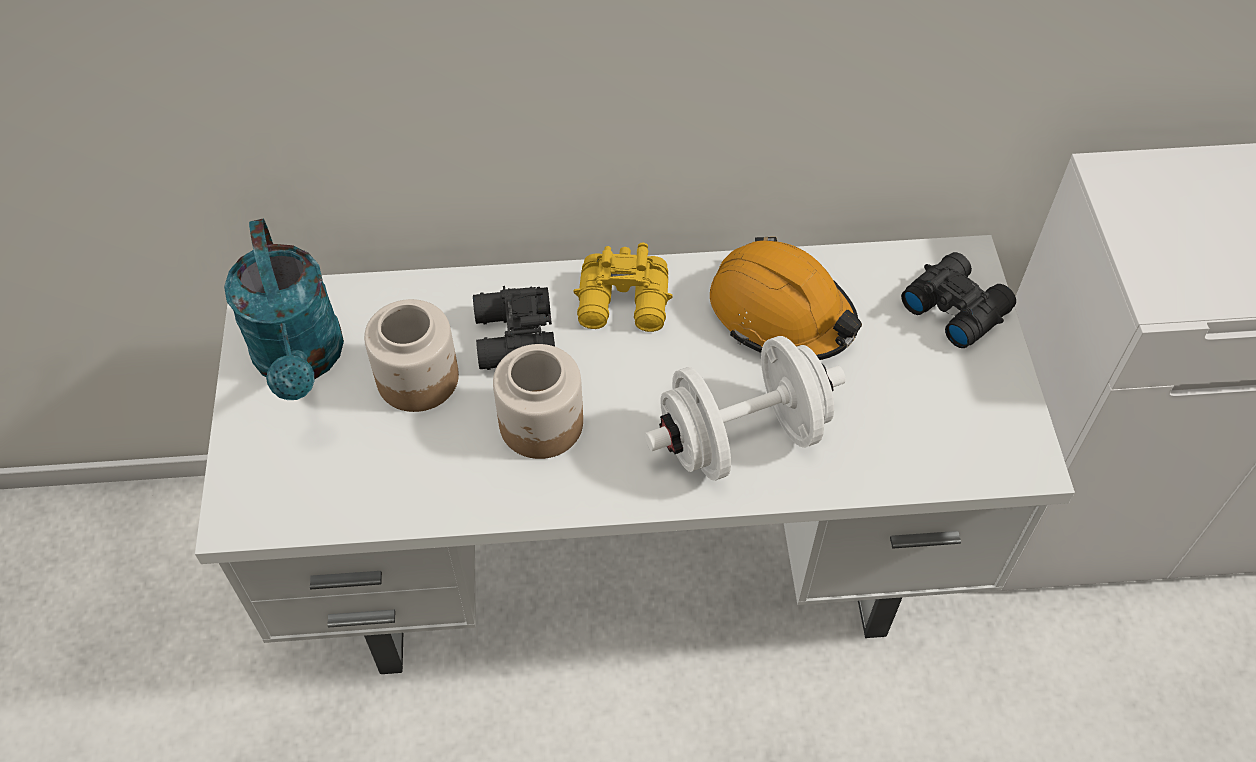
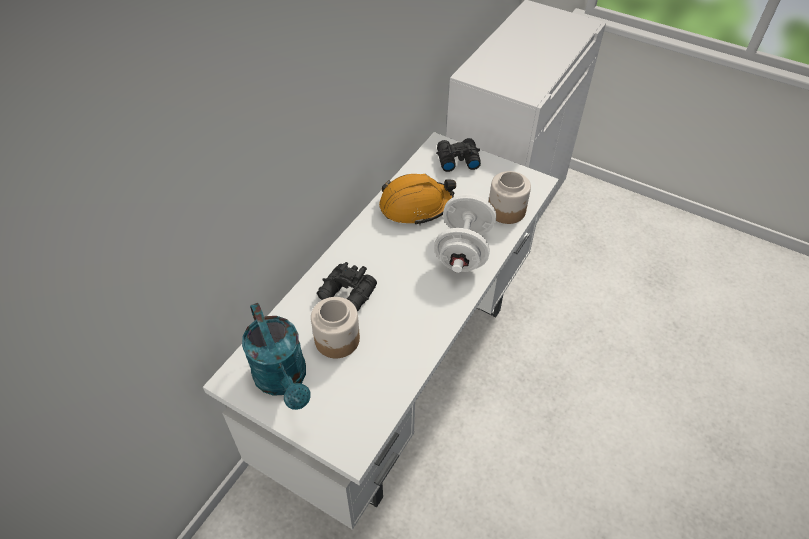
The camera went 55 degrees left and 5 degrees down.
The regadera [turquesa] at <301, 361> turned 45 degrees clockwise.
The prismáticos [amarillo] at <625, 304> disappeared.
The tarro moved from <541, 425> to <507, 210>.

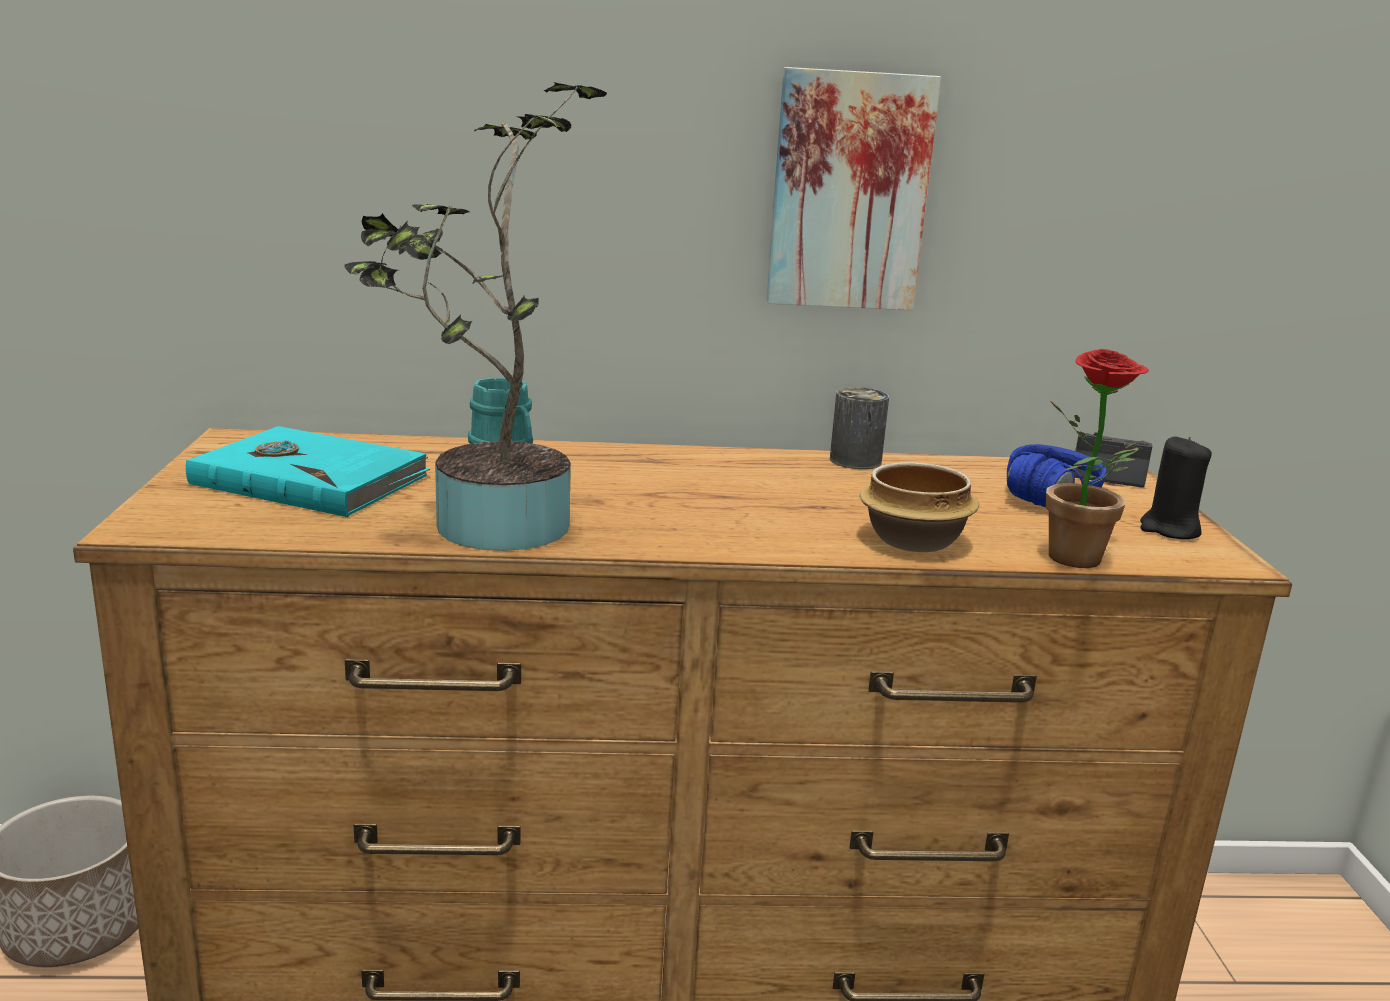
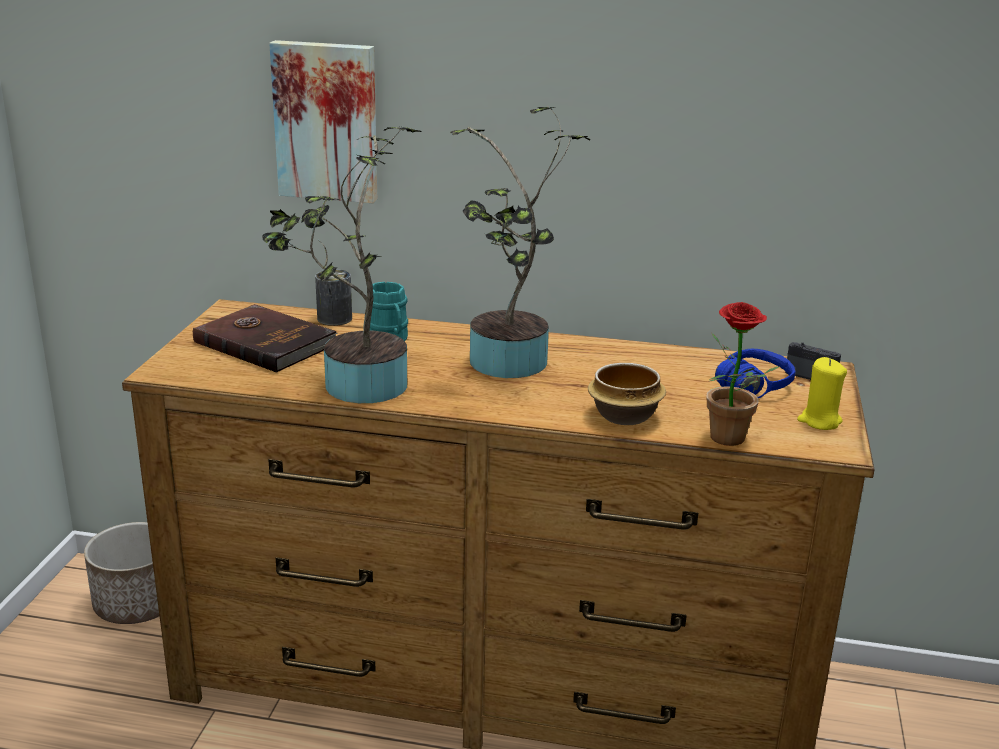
The camera went 15 degrees right and 5 degrees up.
The cuadro moved from <848, 191> to <327, 121>.
The lata moved from <855, 460> to <334, 318>.
The libro [turquesa] at <311, 478> became the libro [marrón] at <266, 342>.
The vela [negro] at <1169, 529> became the vela [amarillo] at <819, 421>.
The planta en maceta at <507, 365> appeared.

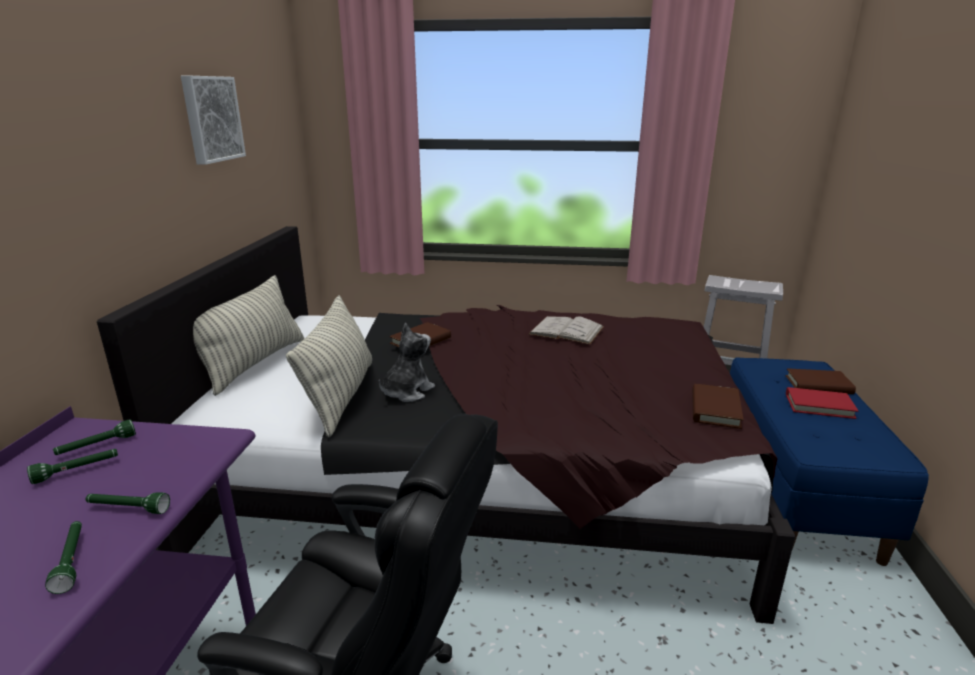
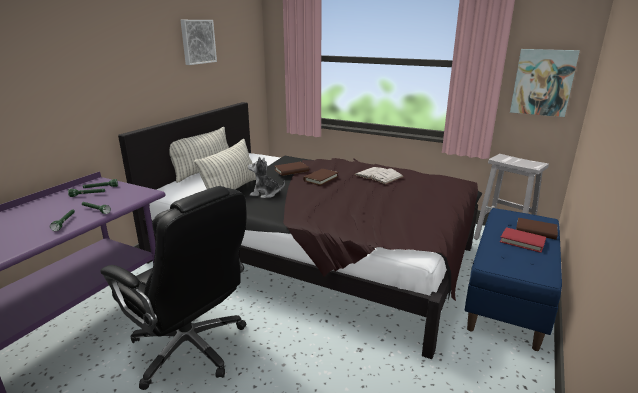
The camera went 20 degrees right and 0 degrees up.
The peluche at <407, 392> turned 135 degrees counterclockwise.
The libro [marrón] moved from <715, 409> to <321, 179>.
The cuadro at <542, 82> appeared.

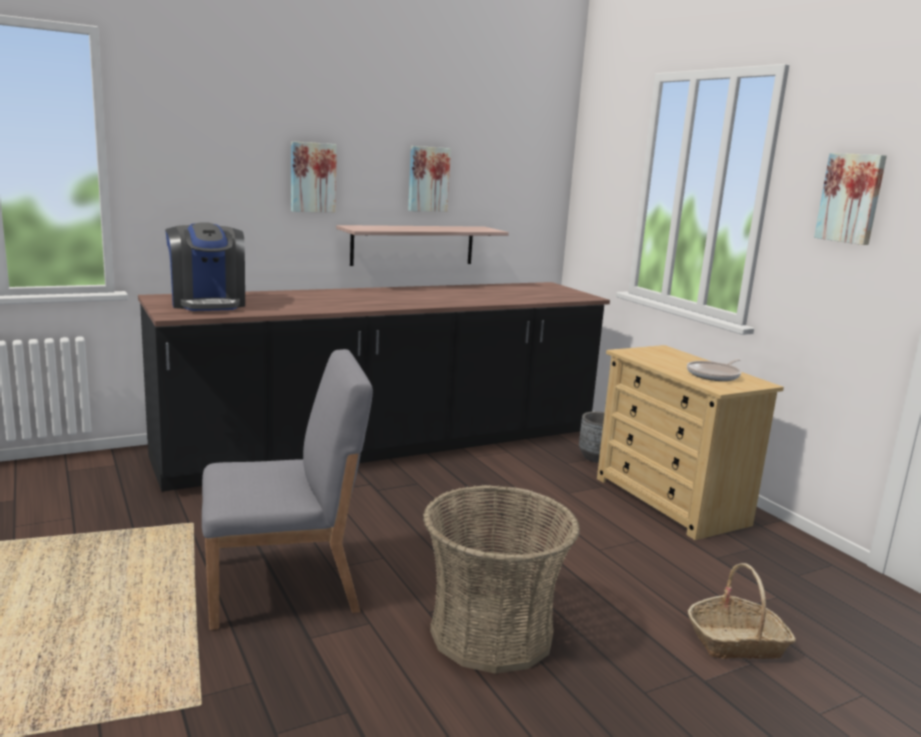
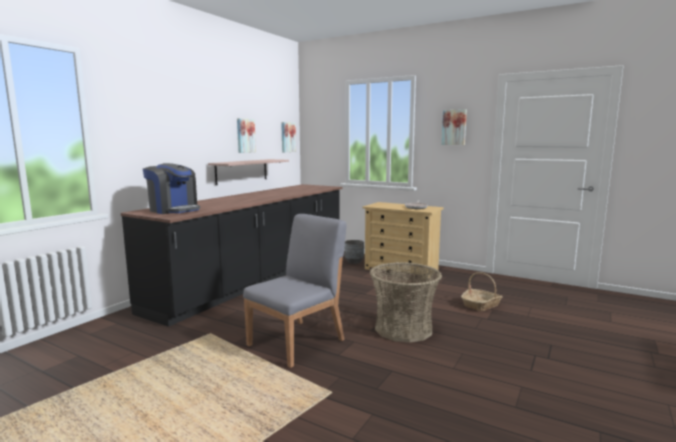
The camera went 30 degrees left and 5 degrees down.
The cuadro moved from <312, 177> to <287, 137>.

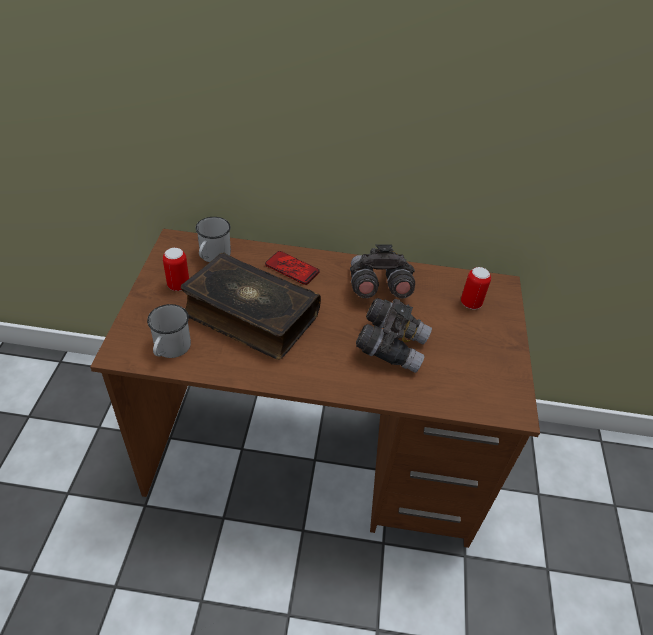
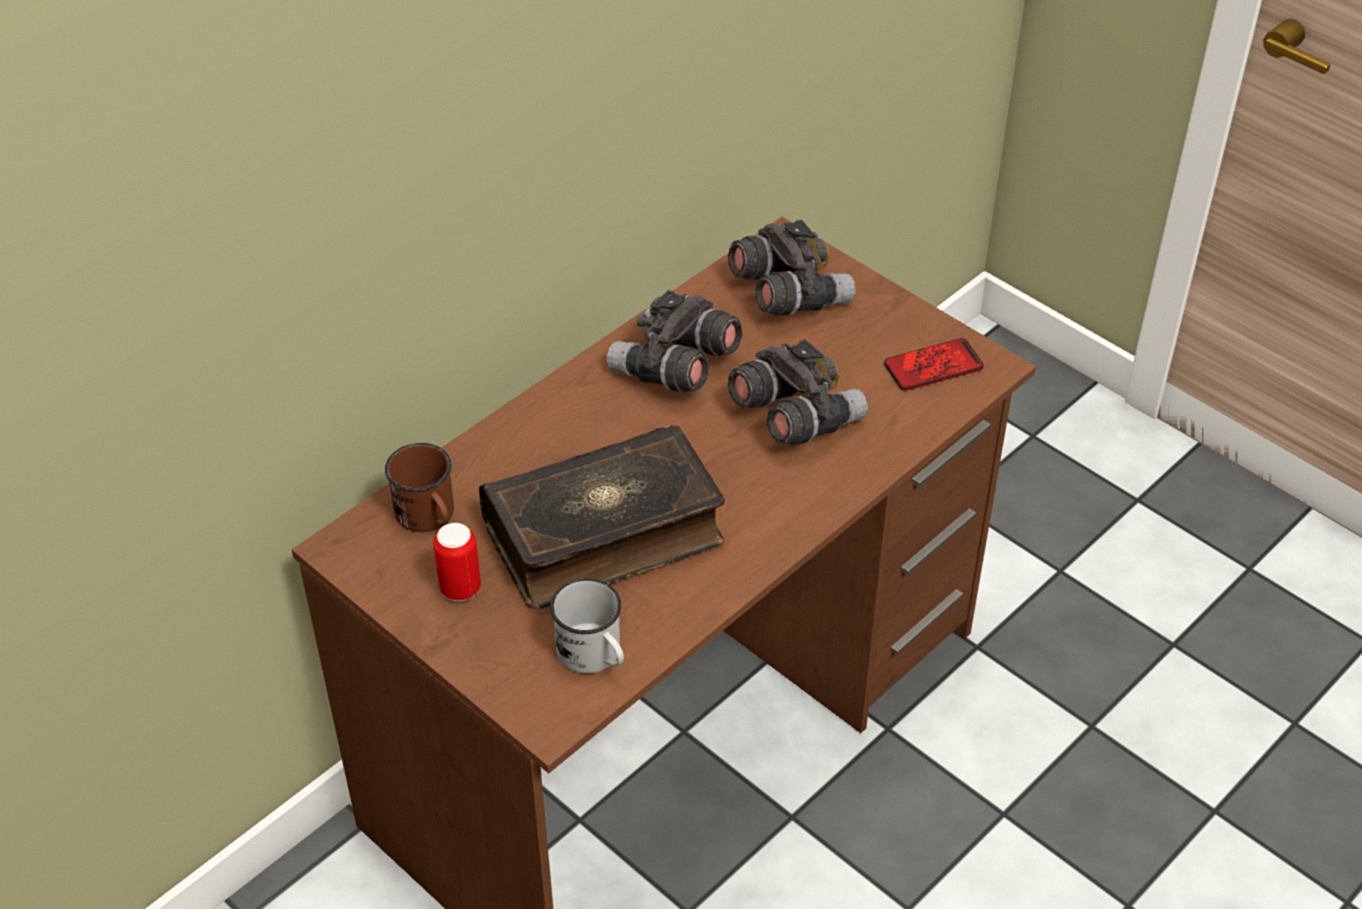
The camera went 50 degrees left and 0 degrees up.
The taza grande [blanco] at <212, 256> became the taza grande [marrón] at <429, 517>.
The móvil moved from <292, 268> to <933, 366>.
The lata at <470, 303> was replaced by the prismáticos [gris] at <788, 294>.

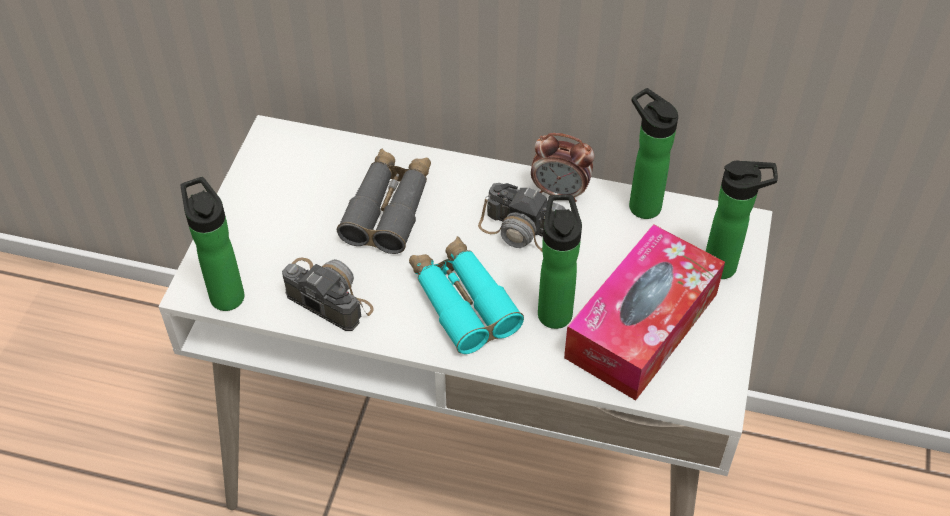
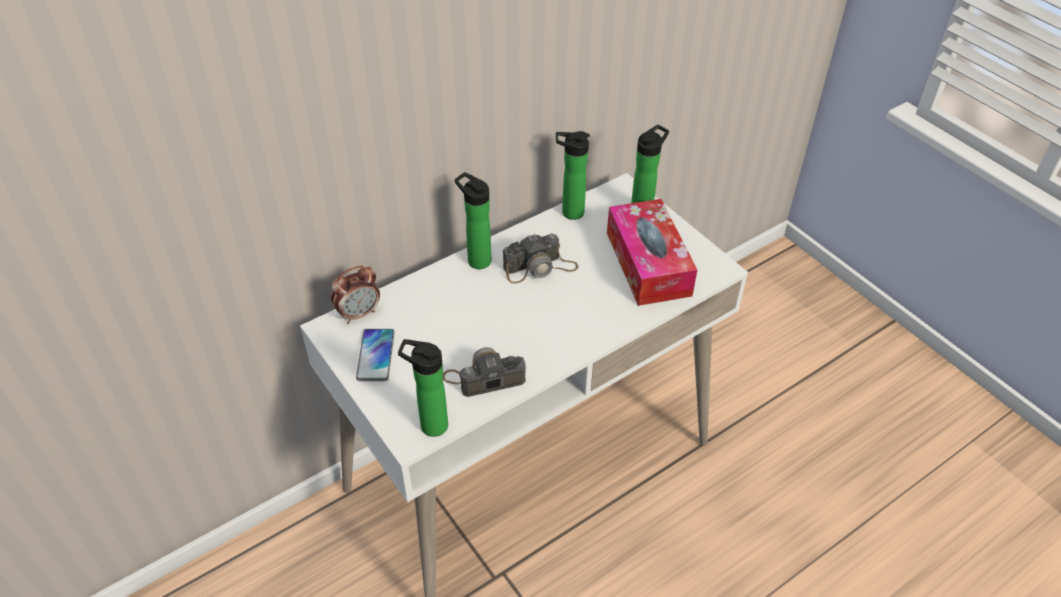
The camera went 50 degrees left and 5 degrees down.
The despertador moved from <560, 192> to <359, 313>.
The prismáticos [gris] at <389, 208> disappeared.
The botella moved from <554, 310> to <476, 259>.
The prismáticos [turquesa] at <462, 302> disappeared.
The móvil at <376, 355> appeared.

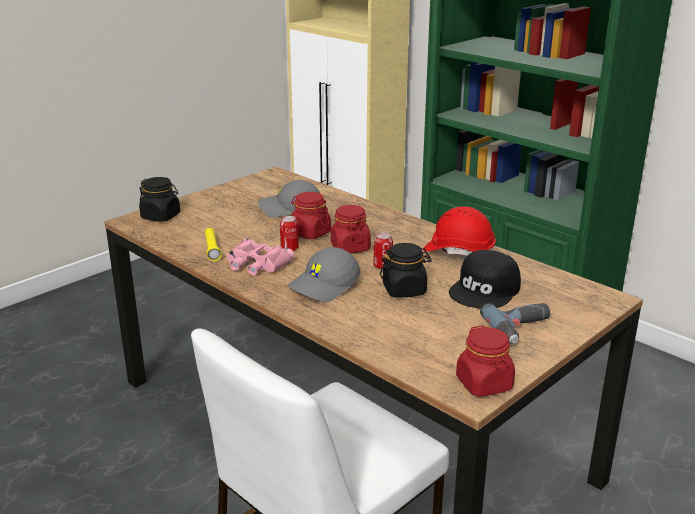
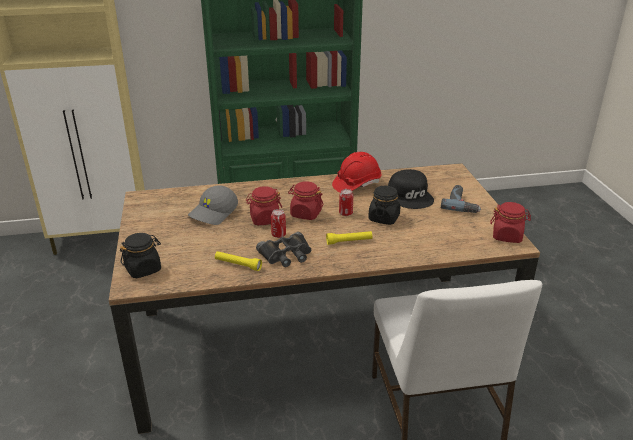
The camera went 55 degrees left and 5 degrees up.
The prismáticos [rosa] at <257, 264> became the prismáticos [negro] at <286, 255>.
The gorra [gris] at <324, 286> was replaced by the linterna [amarillo] at <349, 241>.

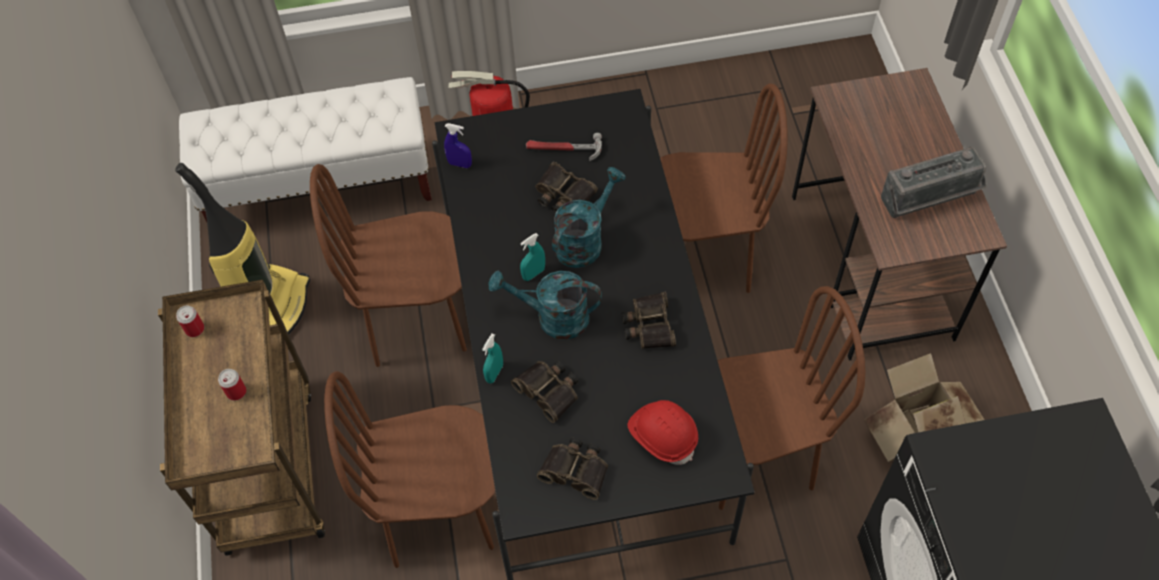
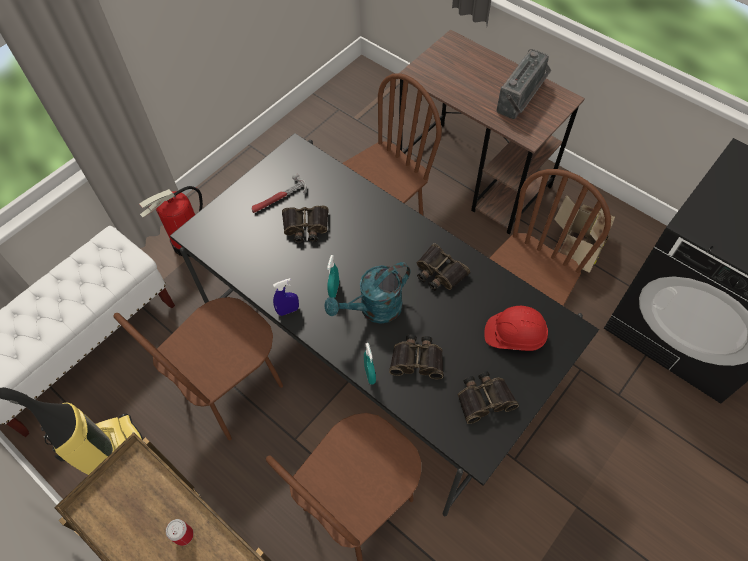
The camera went 40 degrees left and 0 degrees up.
The pulverizador [azul] moved from <460, 164> to <288, 310>.
The regadera [turquesa] at <584, 240> disappeared.
The lata at <194, 329> disappeared.

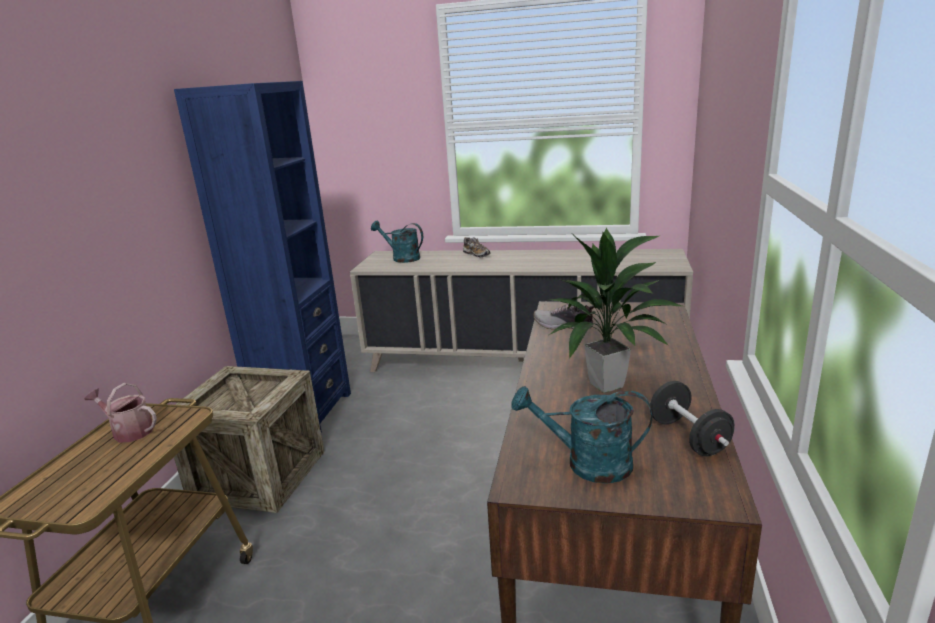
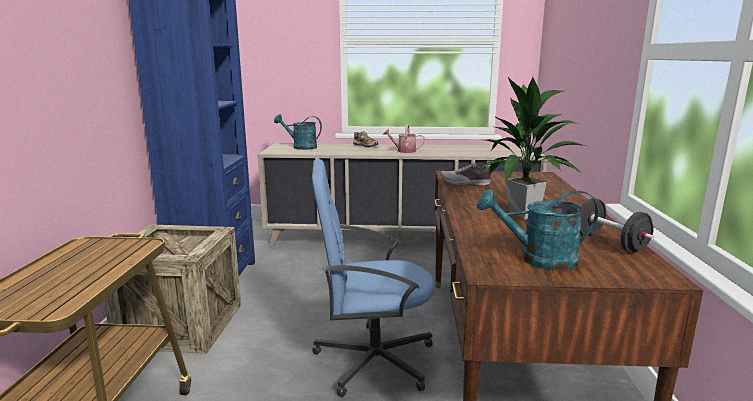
The camera went 10 degrees left and 5 degrees down.
The regadera moved from <129, 431> to <403, 151>.
The silla de oficina [azul] at <372, 360> appeared.

